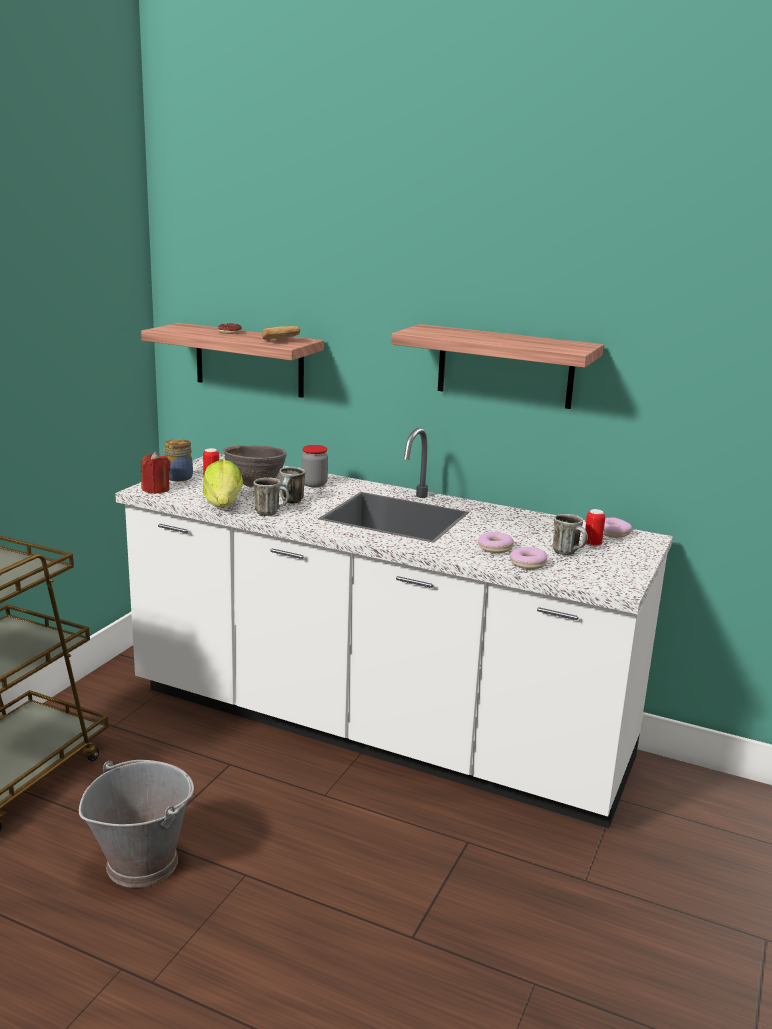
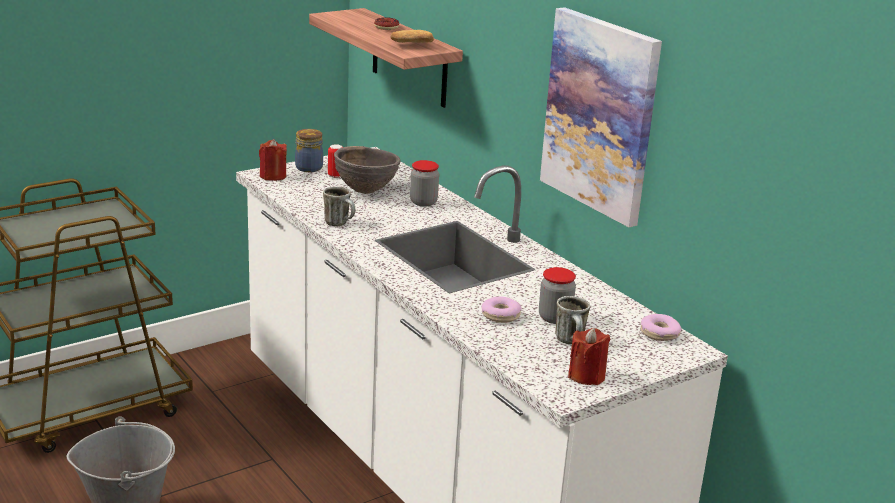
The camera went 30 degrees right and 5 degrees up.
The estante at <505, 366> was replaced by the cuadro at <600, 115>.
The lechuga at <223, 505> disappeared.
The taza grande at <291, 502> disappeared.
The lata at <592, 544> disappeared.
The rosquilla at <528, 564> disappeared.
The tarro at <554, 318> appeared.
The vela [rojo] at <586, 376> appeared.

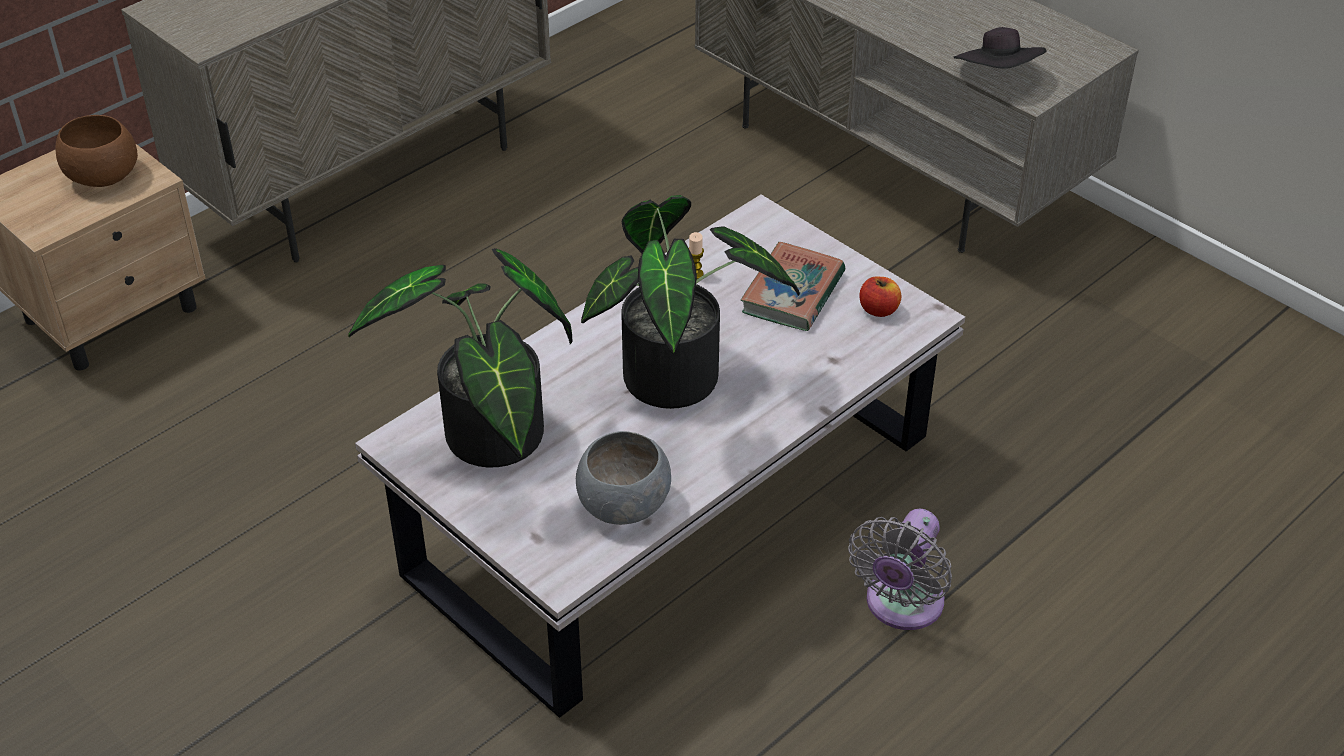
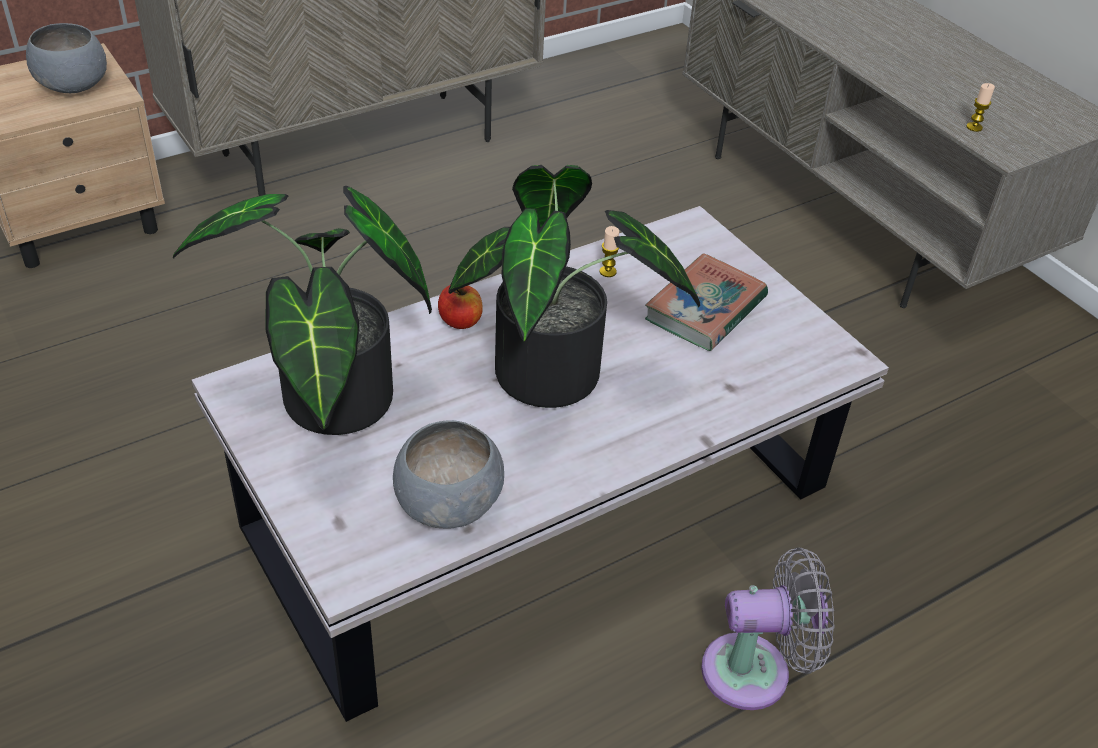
The camera went 10 degrees right and 0 degrees up.
The sombrero [negro] at <998, 76> was replaced by the vela at <974, 127>.
The cuenco [marrón] at <104, 177> became the cuenco [gris] at <73, 86>.
The manzana moved from <878, 310> to <460, 321>.
The ventilador [gris] at <900, 606> turned 135 degrees counterclockwise.

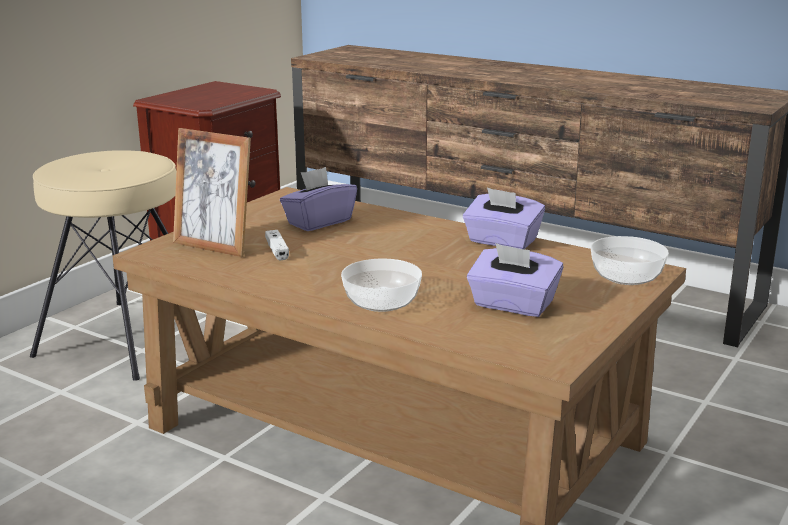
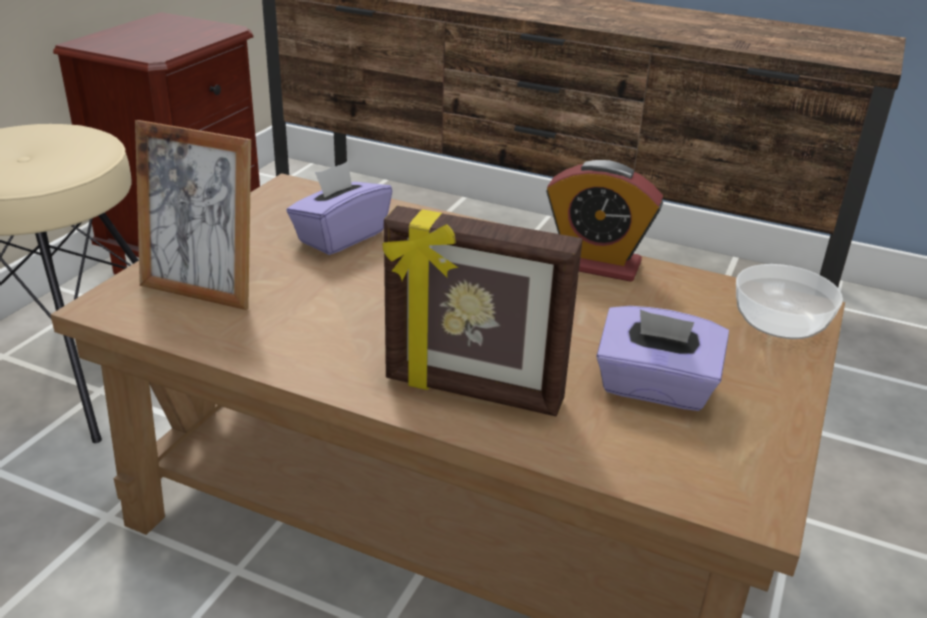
The camera went 10 degrees left and 10 degrees up.
The caja de pañuelos [morado] at <502, 241> was replaced by the despertador at <595, 264>.
The mando de consola [blanco] at <277, 250> disappeared.
The cuenco at <383, 302> was replaced by the portarretratos at <472, 392>.

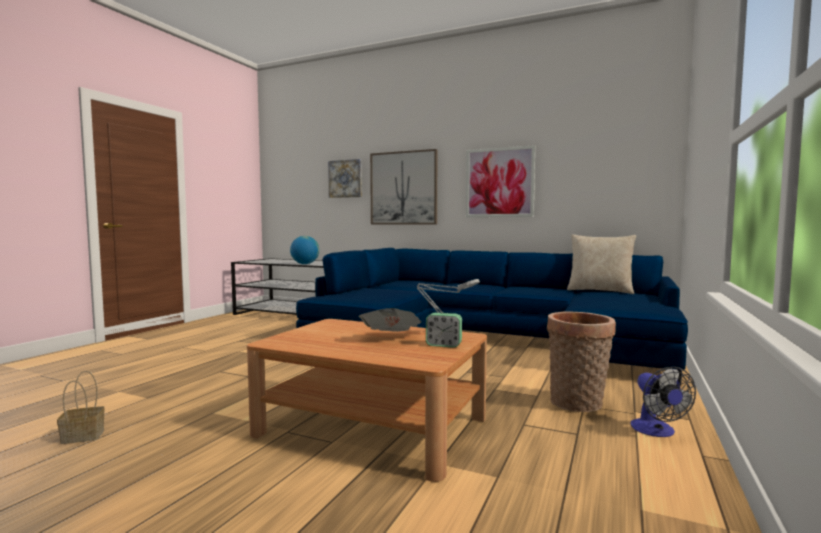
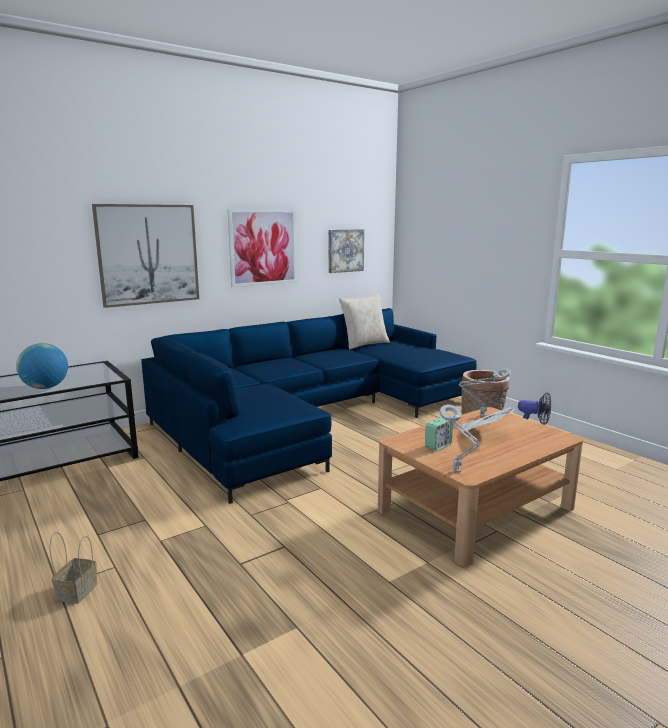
The camera went 60 degrees left and 10 degrees up.
The cuadro moved from <345, 179> to <345, 250>.
The despertador moved from <443, 345> to <438, 446>.
The cesta moved from <84, 436> to <77, 590>.
The lámpara de mesa [gris] at <458, 472> appeared.

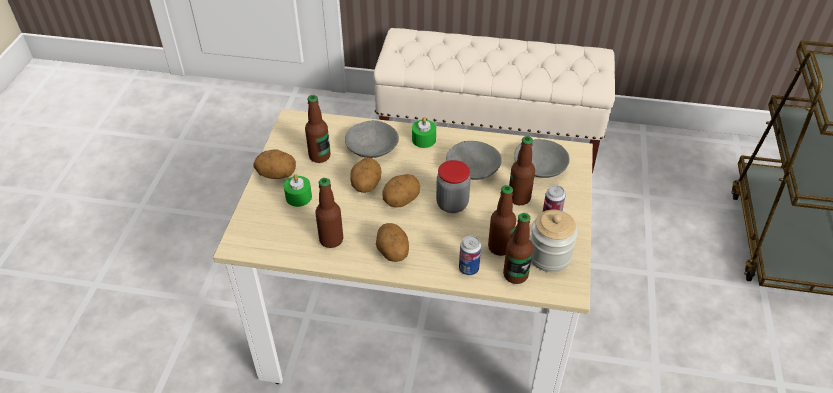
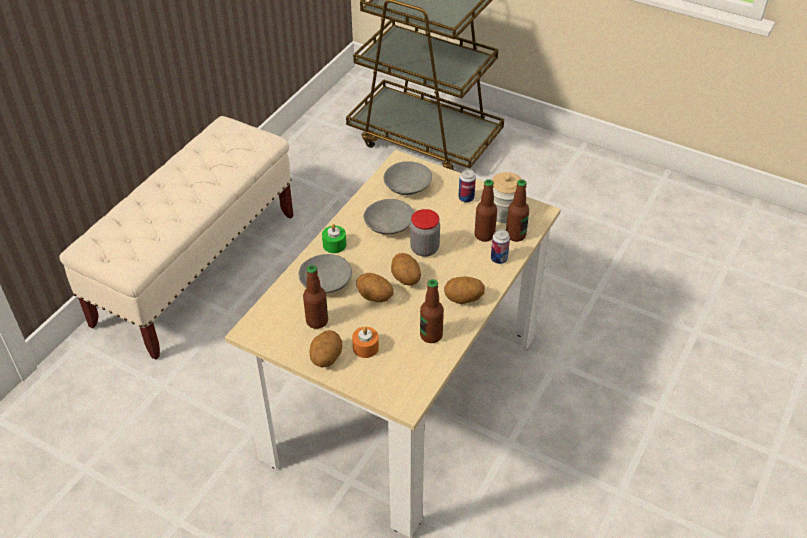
The camera went 70 degrees left and 0 degrees up.
The botella at <519, 198> disappeared.
The vela [verde] at <298, 197> became the vela [naranja] at <365, 347>.

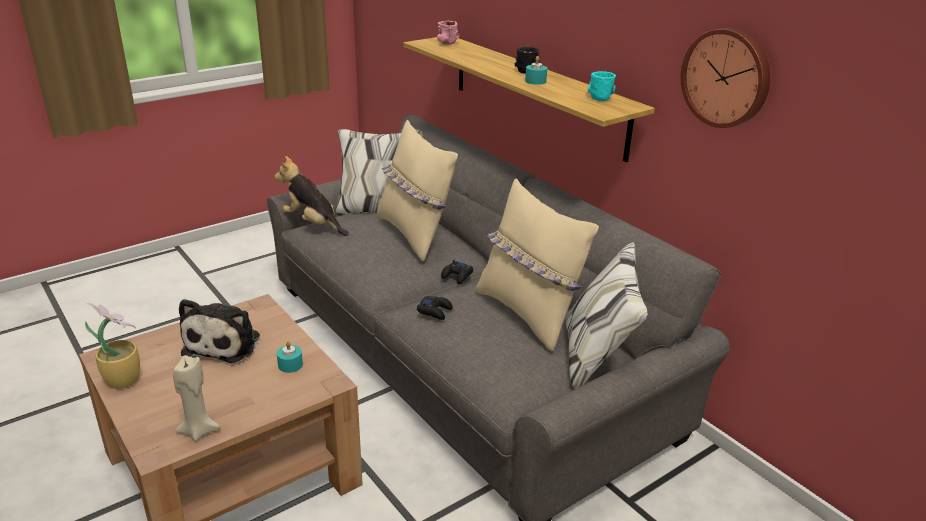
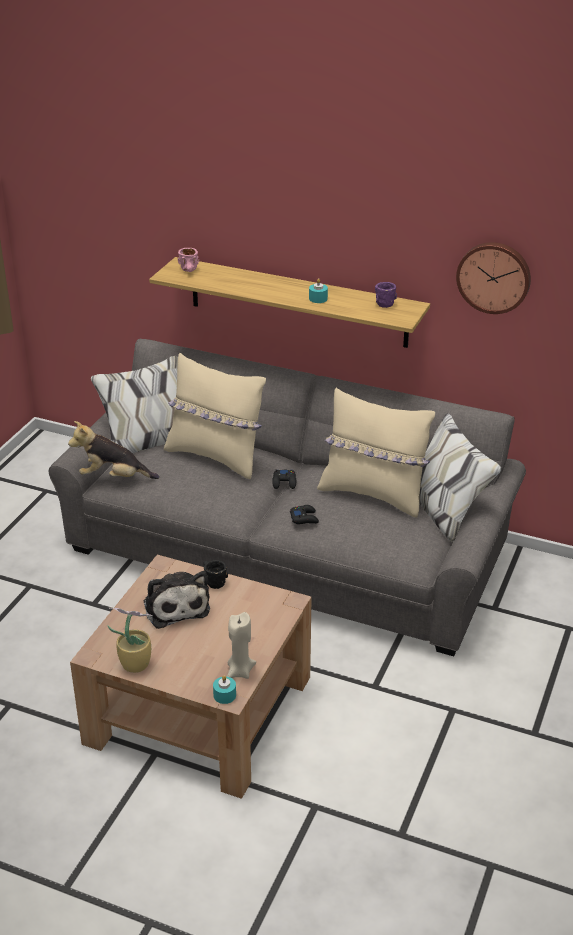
The camera went 30 degrees left and 5 degrees up.
The taza grande [negro] moved from <524, 69> to <211, 580>.
The taza grande [turquesa] at <599, 96> became the taza grande [morado] at <381, 302>.
The vela [turquesa] moved from <290, 365> to <224, 695>.

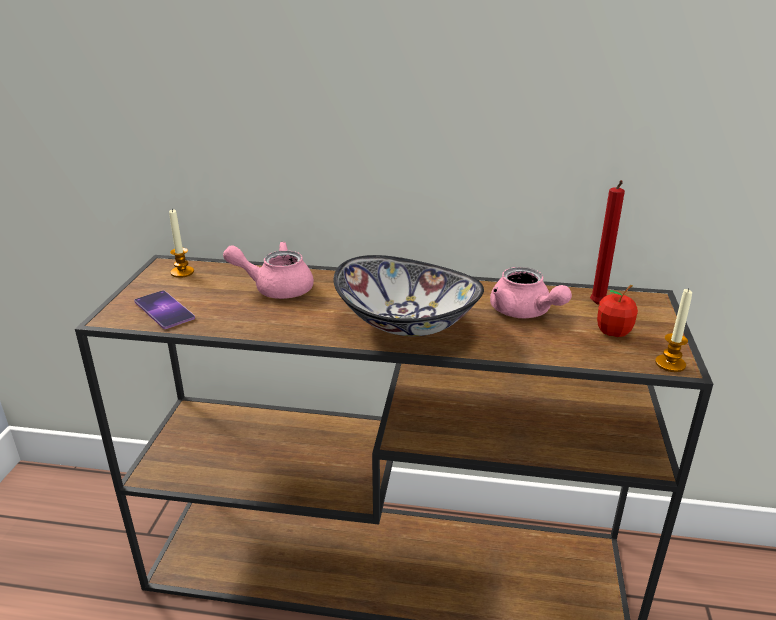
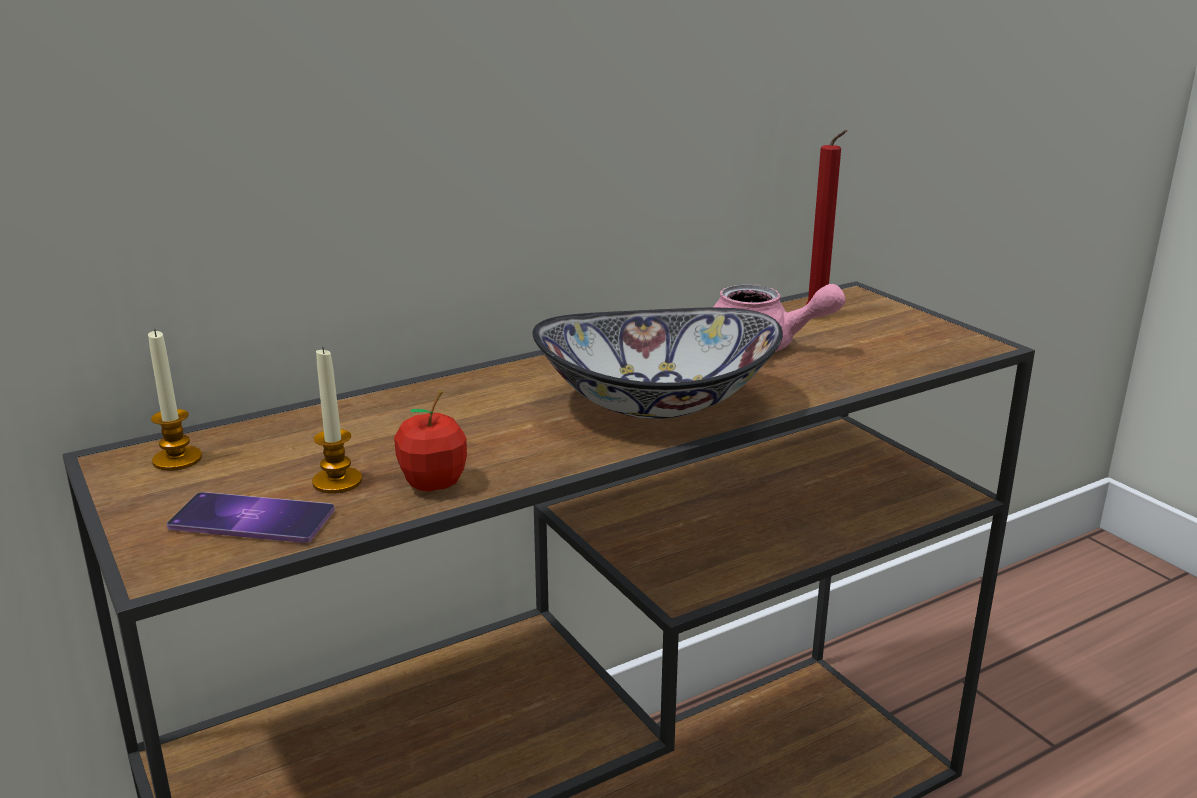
The camera went 40 degrees left and 5 degrees down.
The tetera [rosa] at <275, 288> disappeared.
The manzana moved from <613, 332> to <433, 483>.
The vela moved from <670, 364> to <337, 482>.

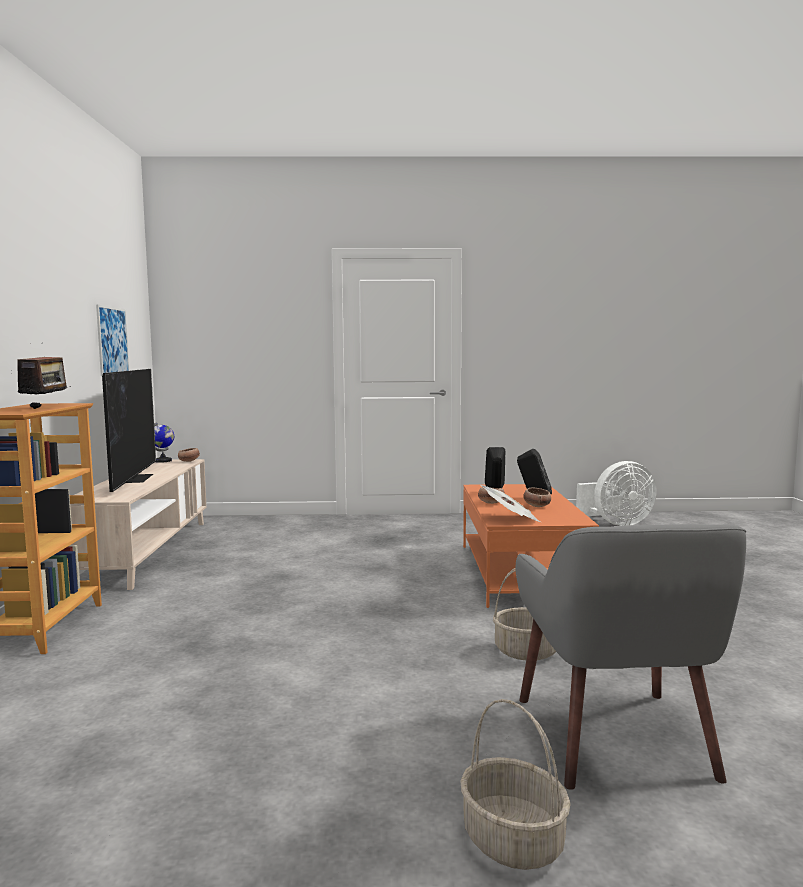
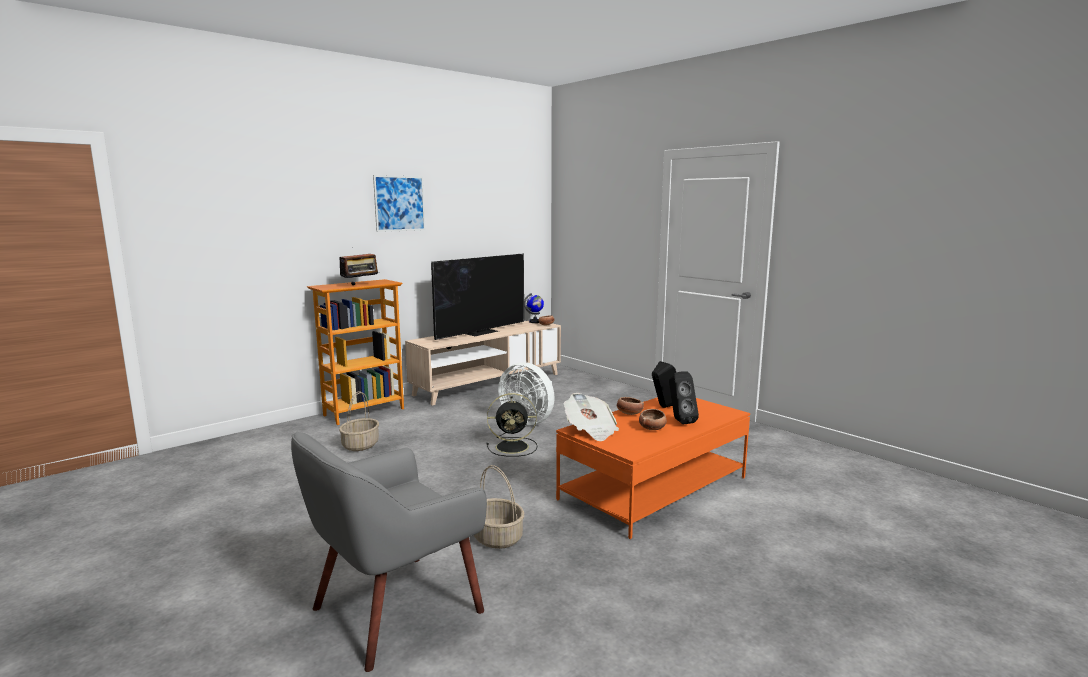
The camera went 50 degrees right and 5 degrees up.
The cuadro moved from <113, 341> to <399, 203>.
The ventilador [blanco] moved from <616, 523> to <529, 421>.
The cesta moved from <511, 840> to <360, 445>.
The ventilador [negro] at <513, 447> appeared.

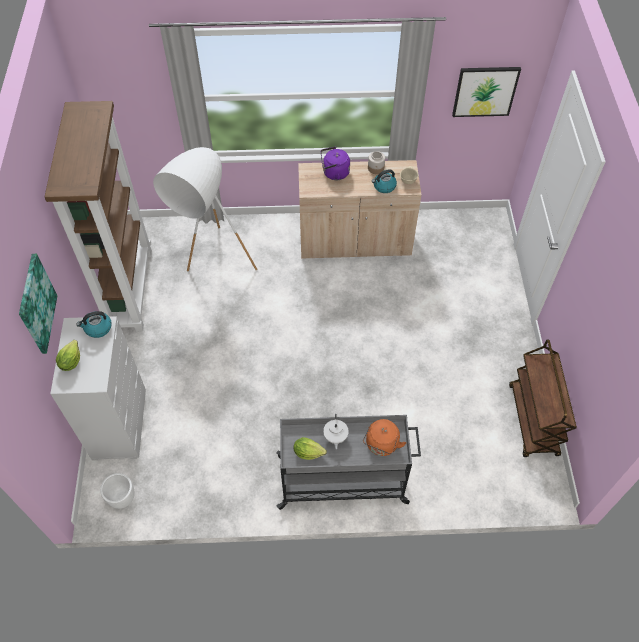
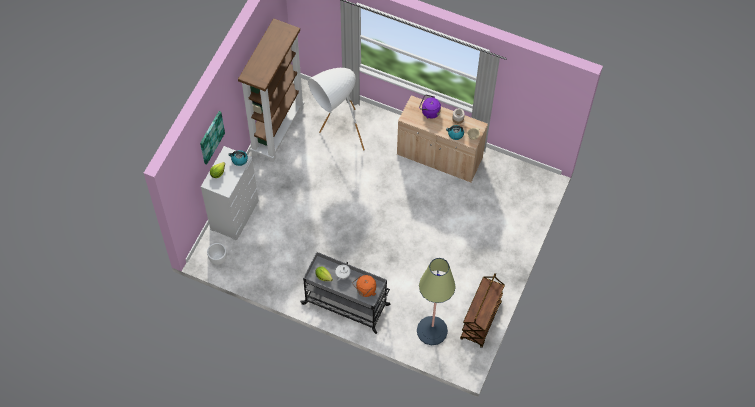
The camera went 25 degrees right and 5 degrees up.
The cuadro at <485, 91> disappeared.
The lámpara de pie at <432, 331> appeared.

